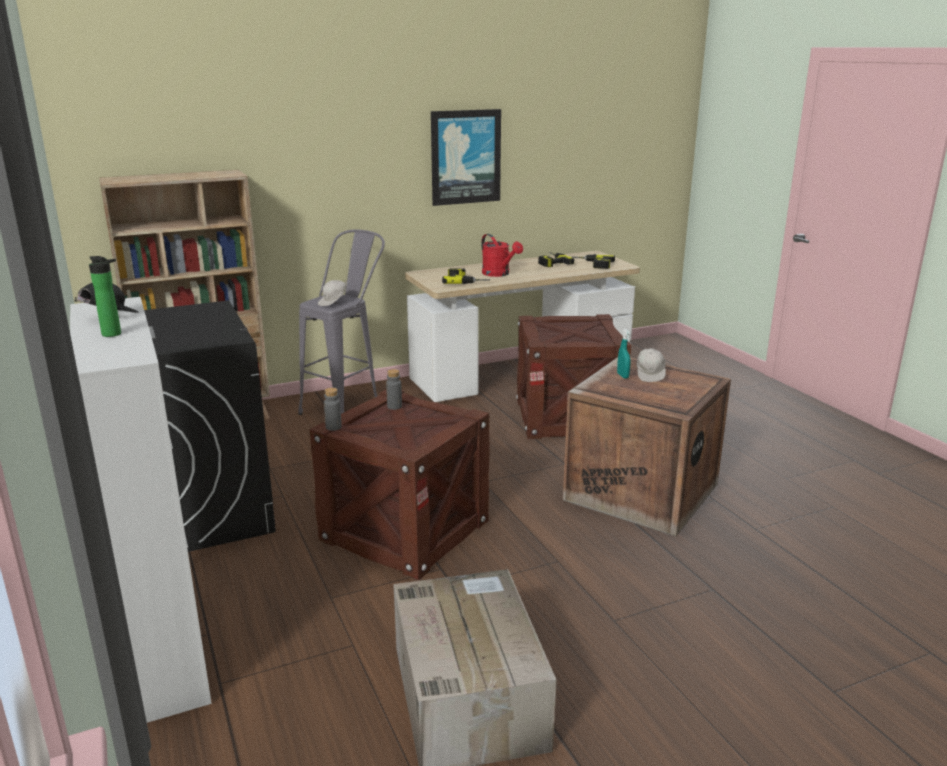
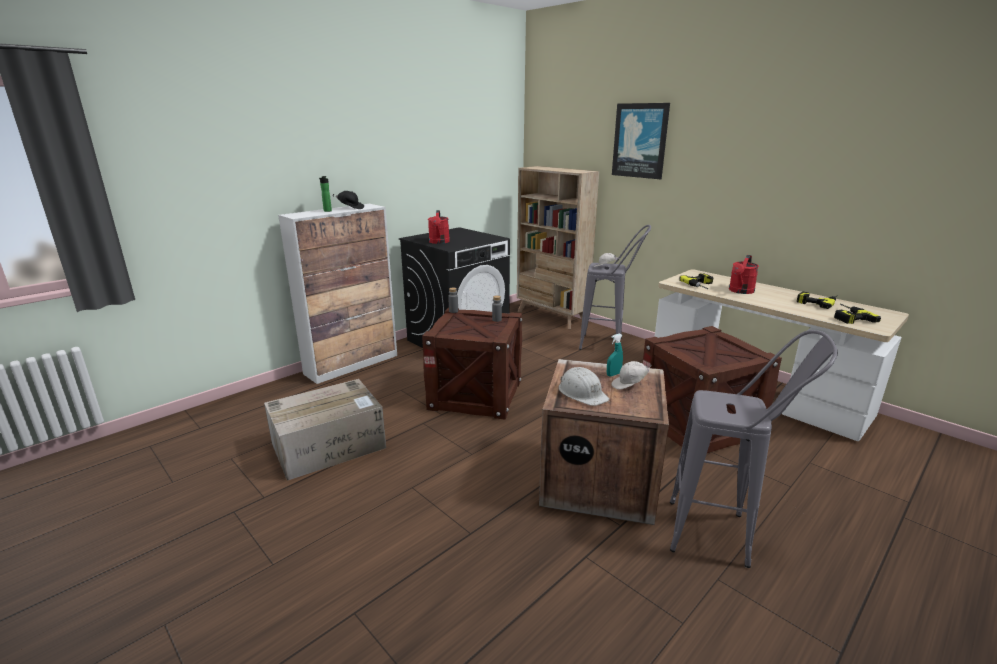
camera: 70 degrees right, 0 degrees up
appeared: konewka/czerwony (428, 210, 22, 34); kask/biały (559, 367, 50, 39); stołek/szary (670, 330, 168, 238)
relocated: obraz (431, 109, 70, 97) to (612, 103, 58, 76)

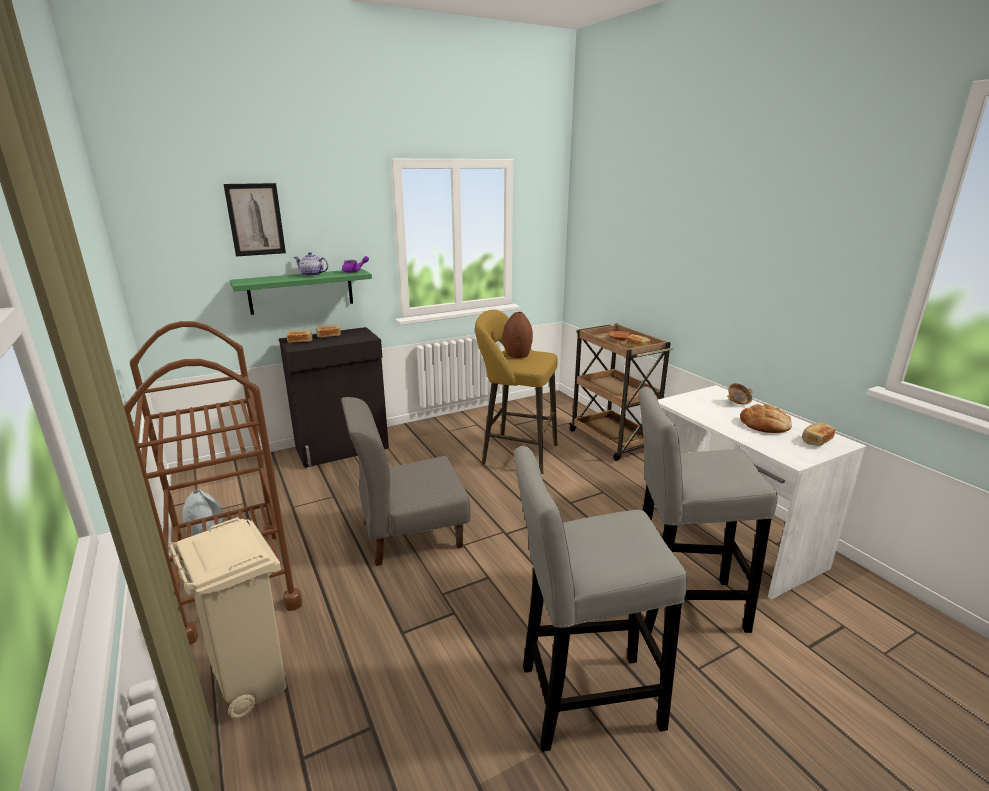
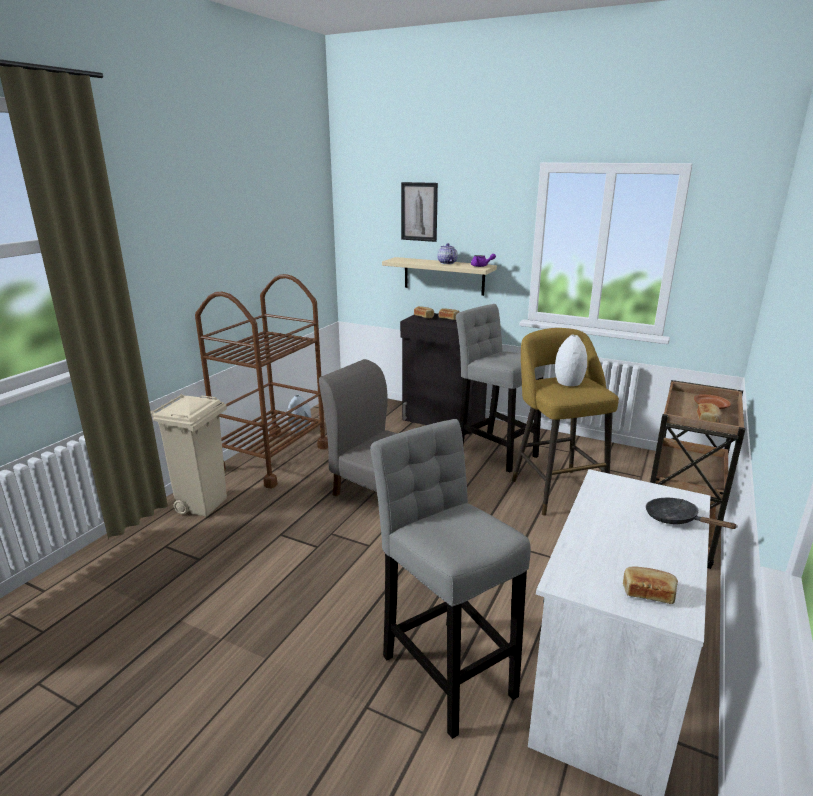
camera: 55 degrees right, 0 degrees up
missing: chleb (740, 404, 52, 29)
relocated: stołek/szary (514, 446, 173, 306) to (456, 304, 89, 169)
exchanged: miska (727, 383, 26, 22) to patelnia/czarny (646, 498, 91, 31)
colour: półka/zielony (230, 269, 142, 46) to półka/beżowy (382, 257, 115, 39); wazon/brązowy (503, 312, 30, 46) to wazon/biały (555, 335, 32, 51)

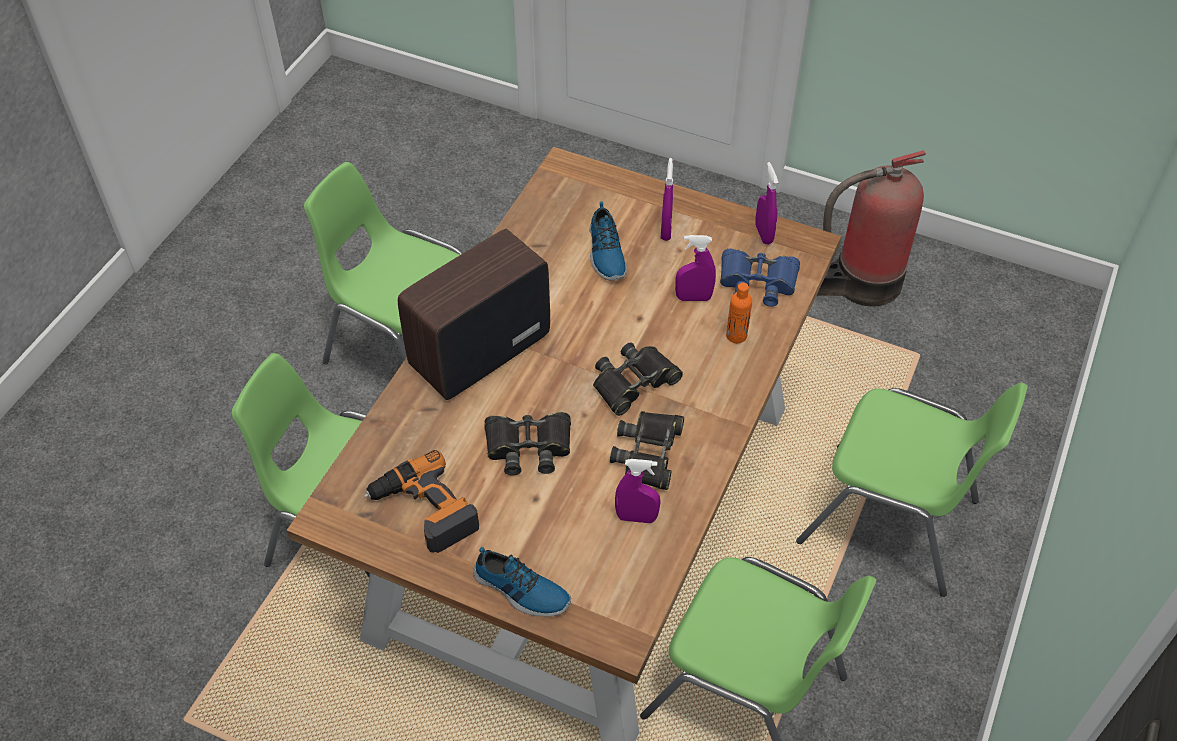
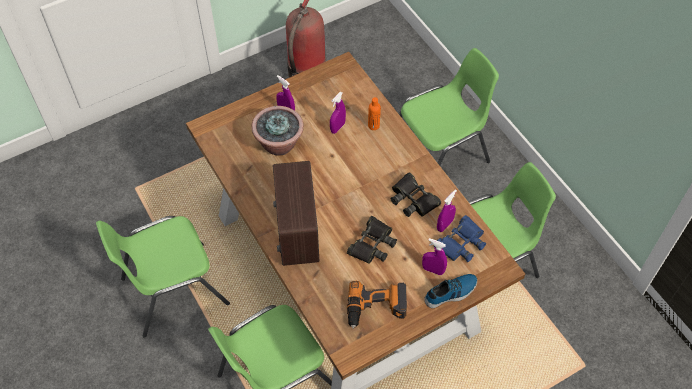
camera: 55 degrees left, 5 degrees up
missing: lornetka/czarny (593, 342, 90, 74)
relocated: lornetka/niebieski (720, 249, 80, 58) to (434, 215, 52, 47); spryskiwacz/fioletowy (755, 162, 24, 83) to (422, 238, 25, 37)
exchanged: but (589, 201, 38, 79) to roślina doniczkowa (251, 106, 53, 49)

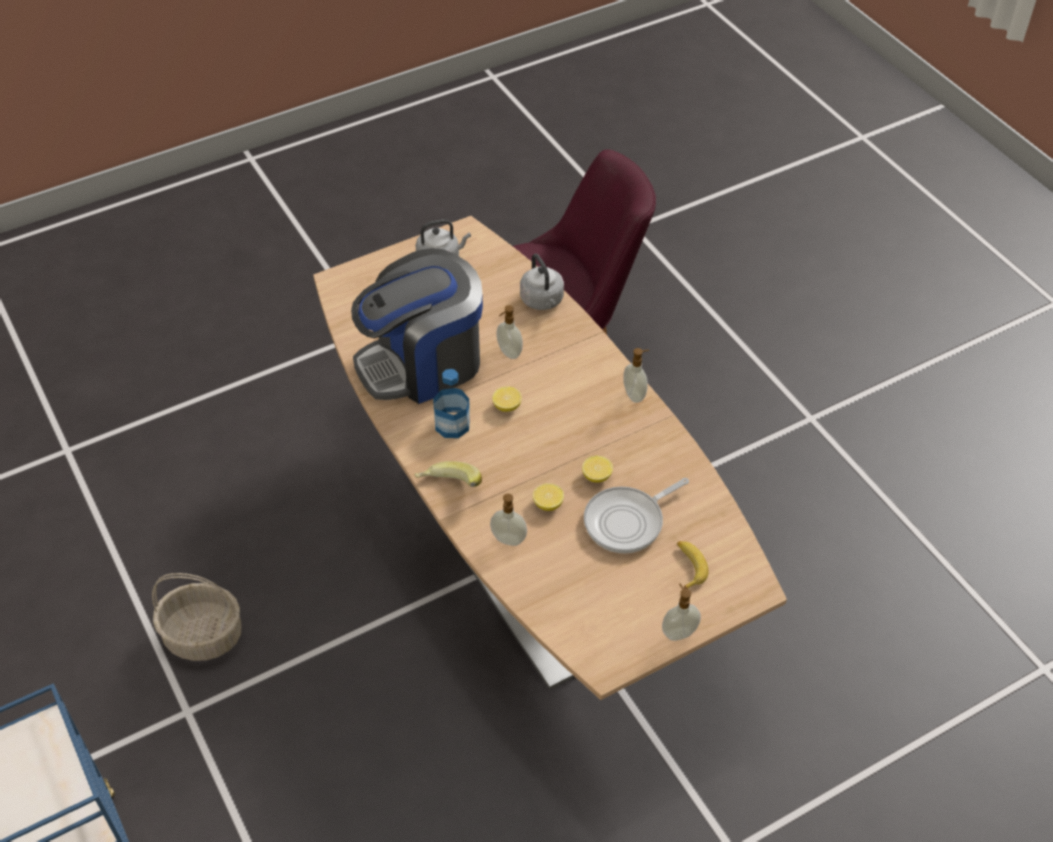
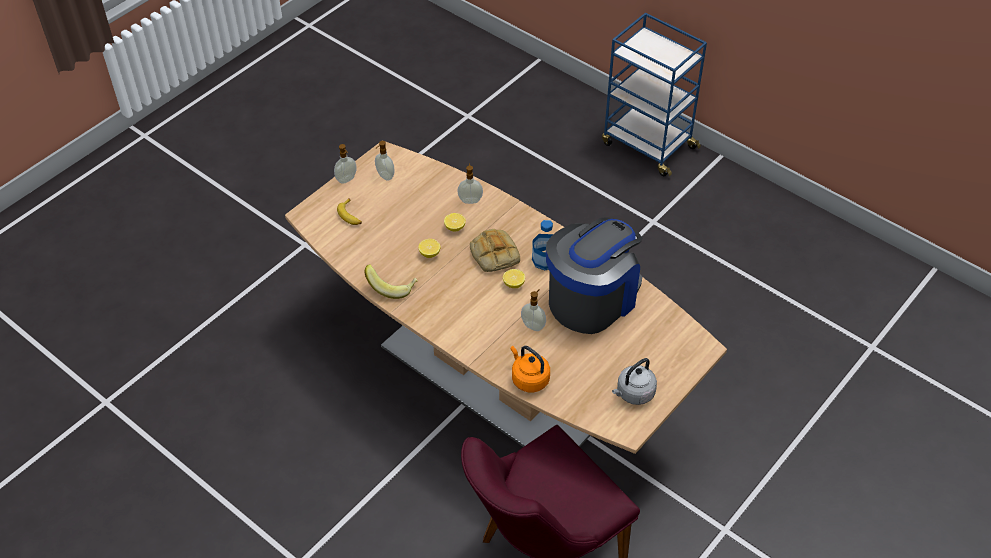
camera: 160 degrees right, 0 degrees up
missing: koszyk (152, 573, 90, 88); patelnia (584, 478, 105, 76)
appeared: chleb (470, 229, 50, 43)
relocated: banan (415, 461, 67, 26) to (365, 264, 53, 35); dozownik mydła (623, 348, 27, 55) to (375, 141, 19, 39)
colour: czajnik/szary (520, 254, 44, 56) to czajnik/pomarańczowy (510, 345, 40, 47)

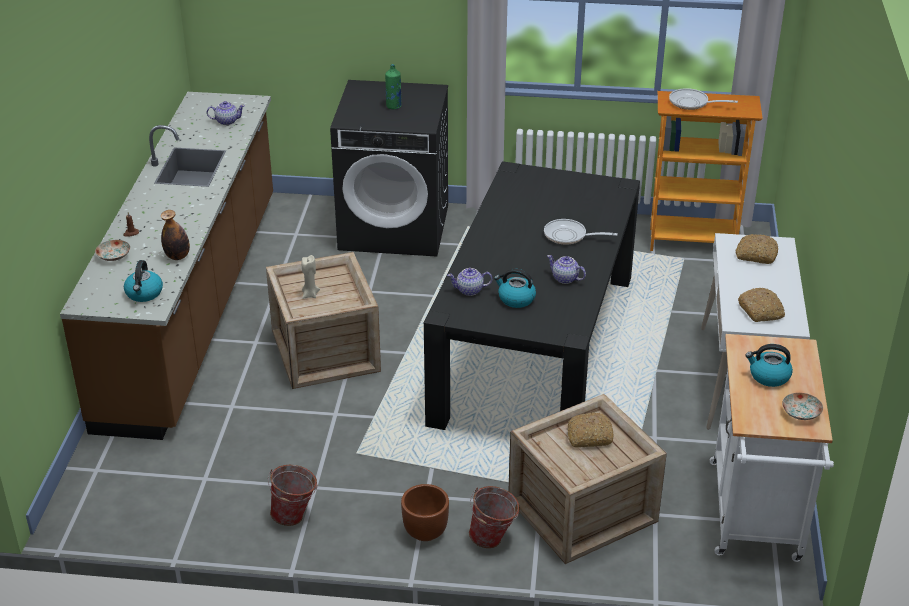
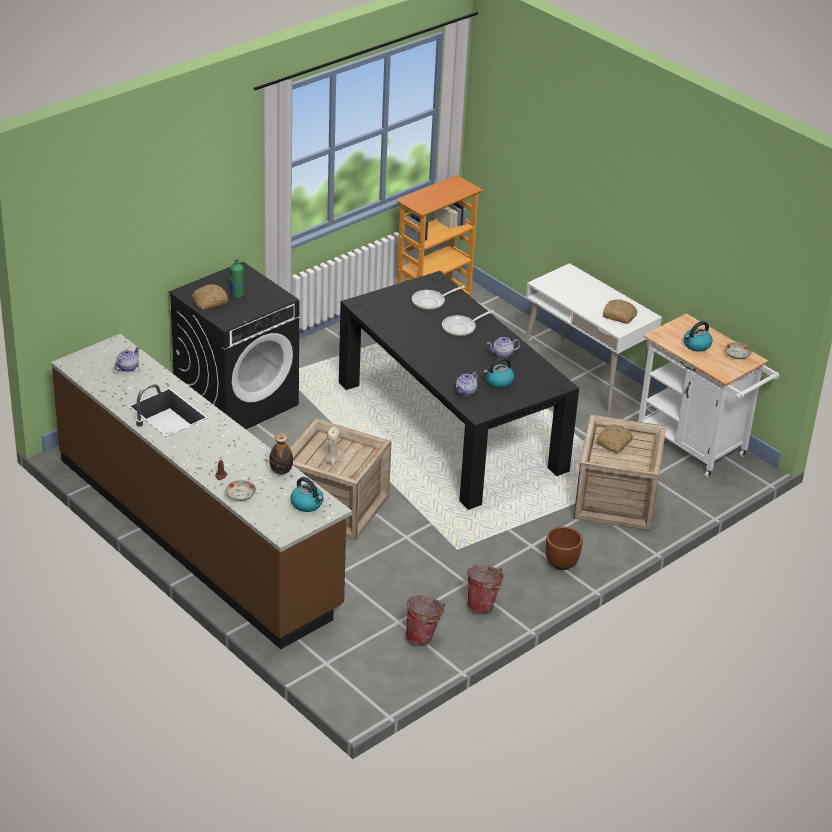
camera: 50 degrees left, 0 degrees up
relocated: wiadro (469, 486, 51, 62) to (405, 595, 41, 50); patelnia (669, 88, 69, 22) to (412, 286, 53, 24); chleb (735, 234, 43, 30) to (192, 284, 36, 26)

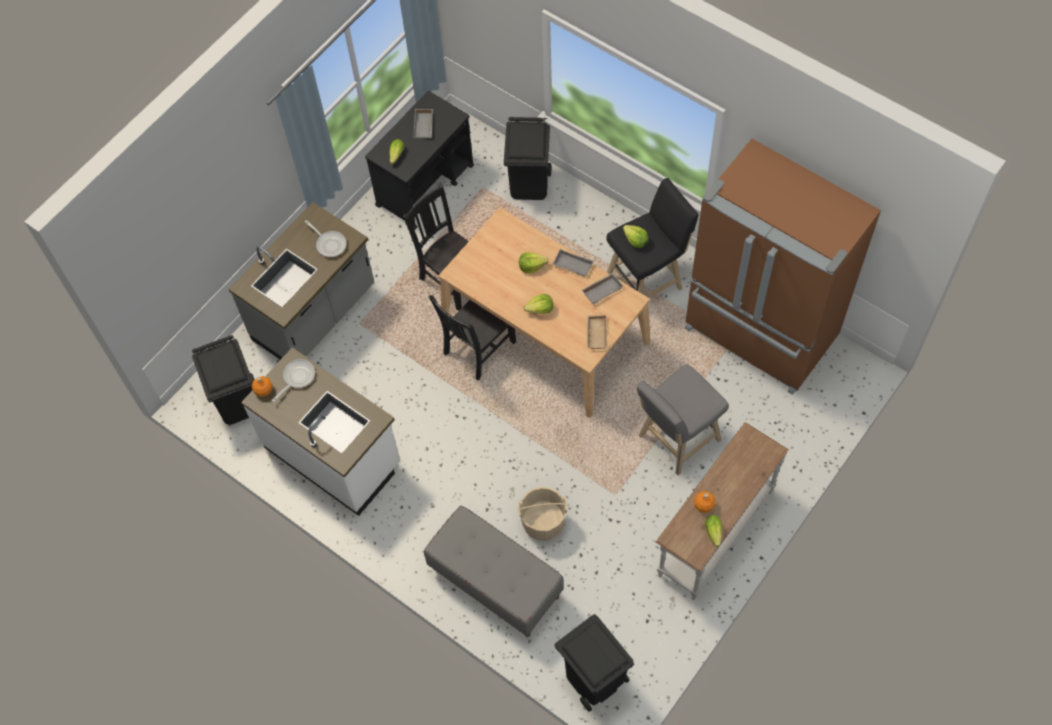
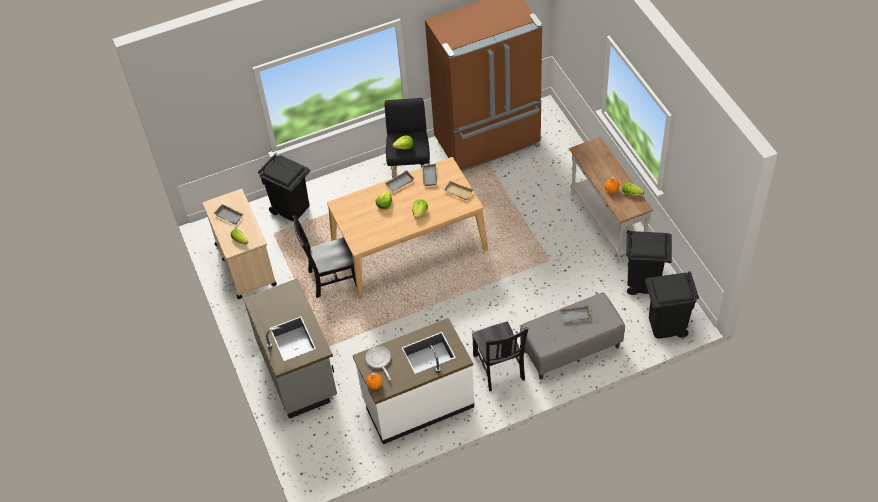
camera: 60 degrees left, 10 degrees down
missing: patelnia (305, 220, 42, 37); wiadro/beżowy (518, 487, 49, 54); stołek/szary (637, 364, 92, 112)
appeared: taca/szary (560, 305, 31, 17)
relocated: kosz na śmieci/czarny (192, 335, 63, 90) to (626, 230, 46, 65); krzesło/czarny (428, 295, 88, 85) to (472, 321, 57, 70)
colour: wózek/czarny (365, 91, 109, 139) to wózek/beżowy (203, 189, 74, 110)

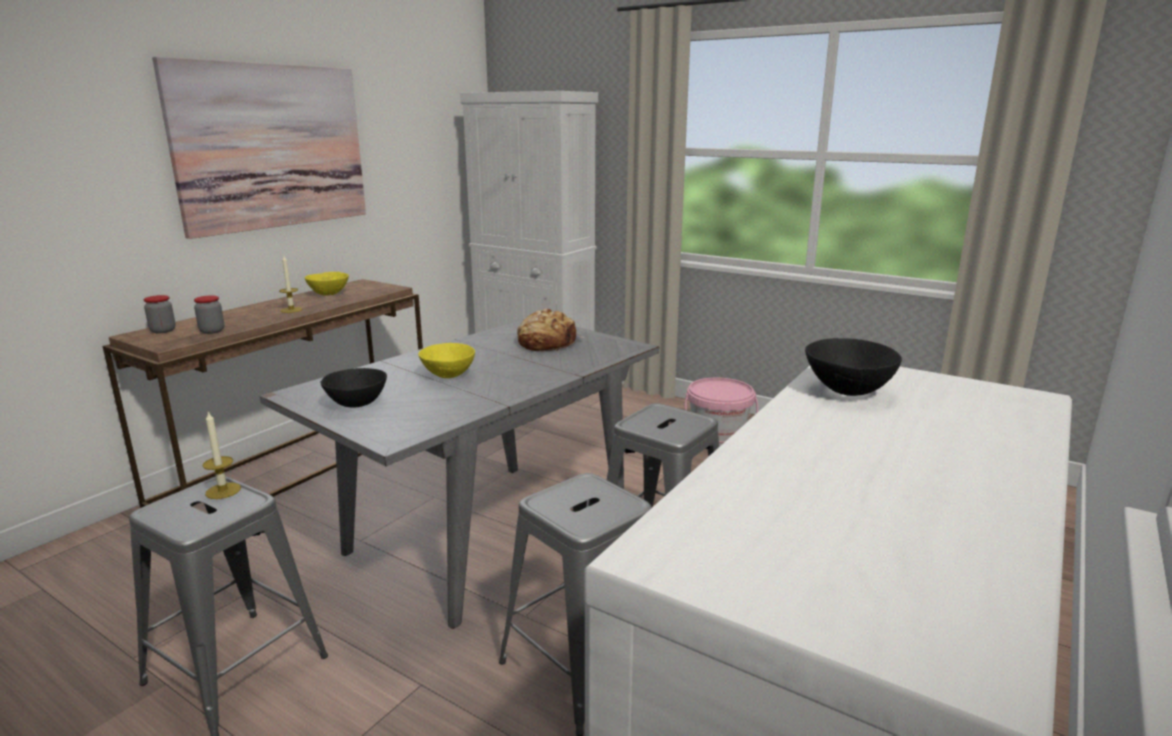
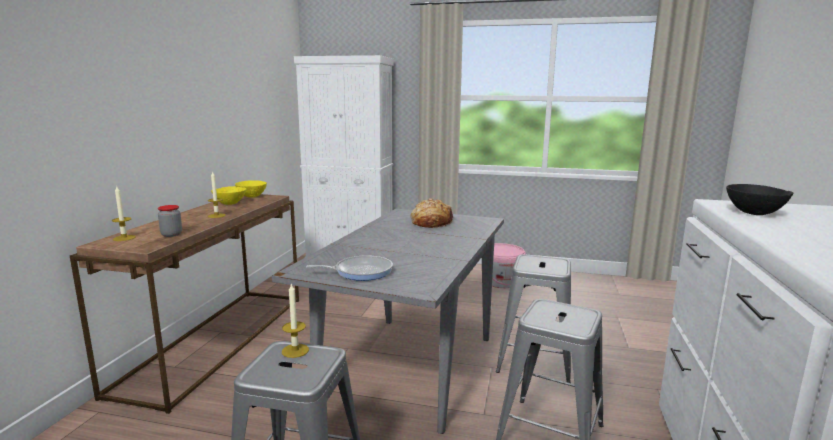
camera: 20 degrees left, 5 degrees down
missing: obraz (152, 56, 214, 183)
relocated: miska/żółty (418, 343, 57, 35) to (235, 180, 32, 18)
exchanged: słoik (144, 295, 32, 38) to świeca (112, 185, 24, 56); miska/czarny (321, 368, 66, 40) to patelnia (306, 255, 87, 26)

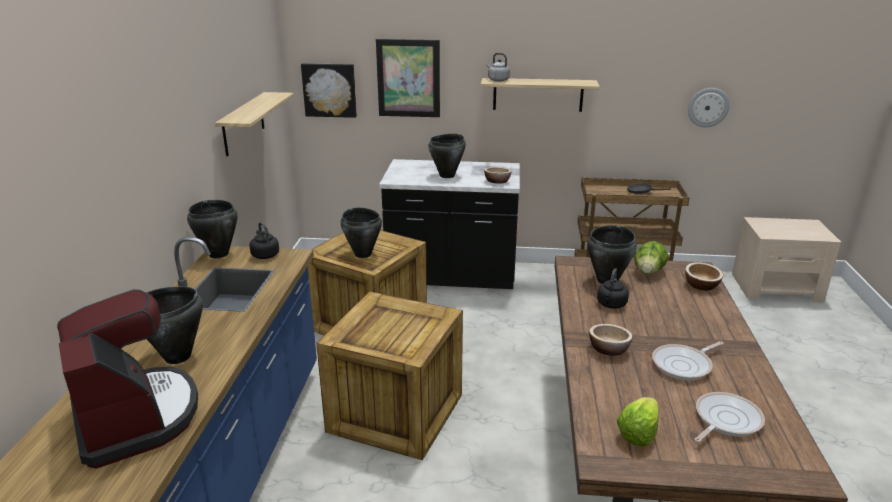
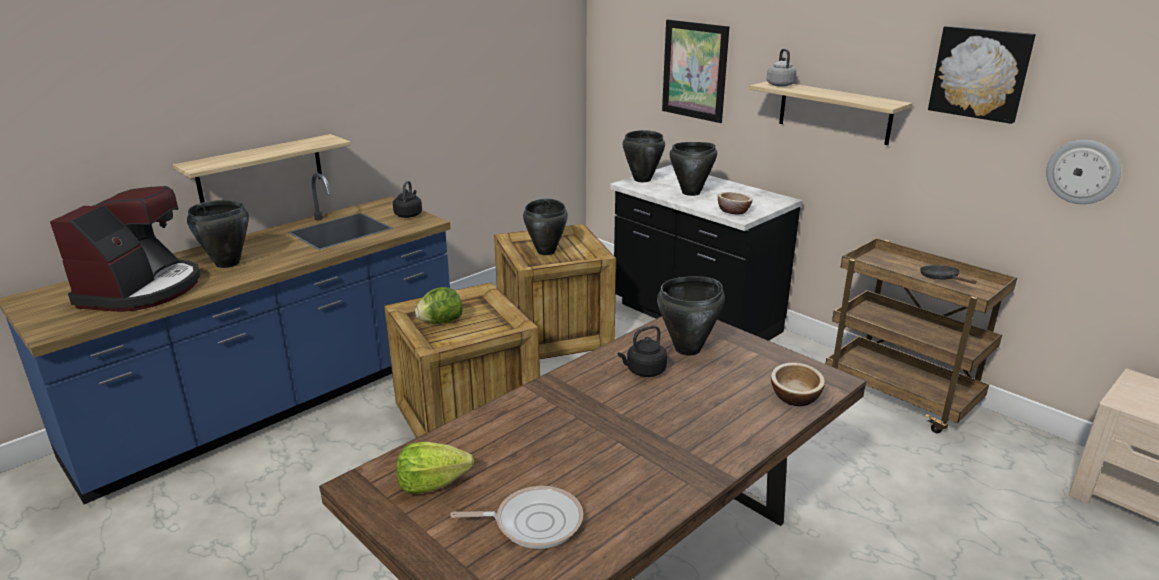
camera: 40 degrees right, 0 degrees up
missing: miska (589, 324, 44, 32); patelnia (652, 341, 72, 40)
relocated: garnek/czarny (187, 200, 51, 58) to (623, 130, 42, 52); półka (215, 92, 79, 65) to (173, 134, 178, 69); obraz (301, 63, 56, 55) to (928, 26, 108, 98); sałata (634, 241, 34, 34) to (415, 287, 48, 37)

